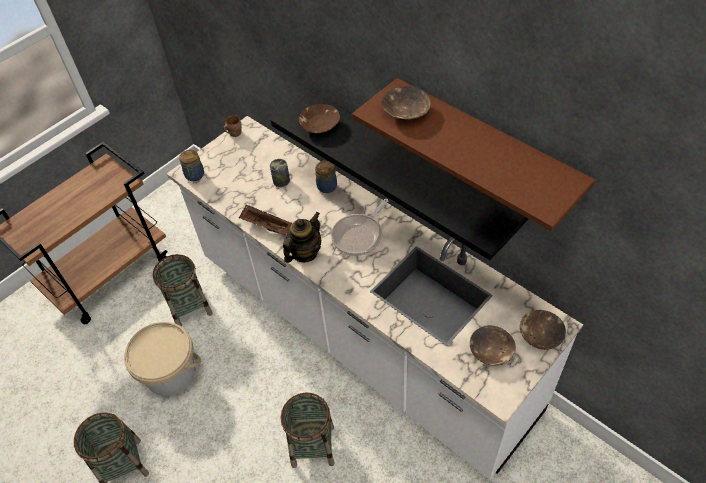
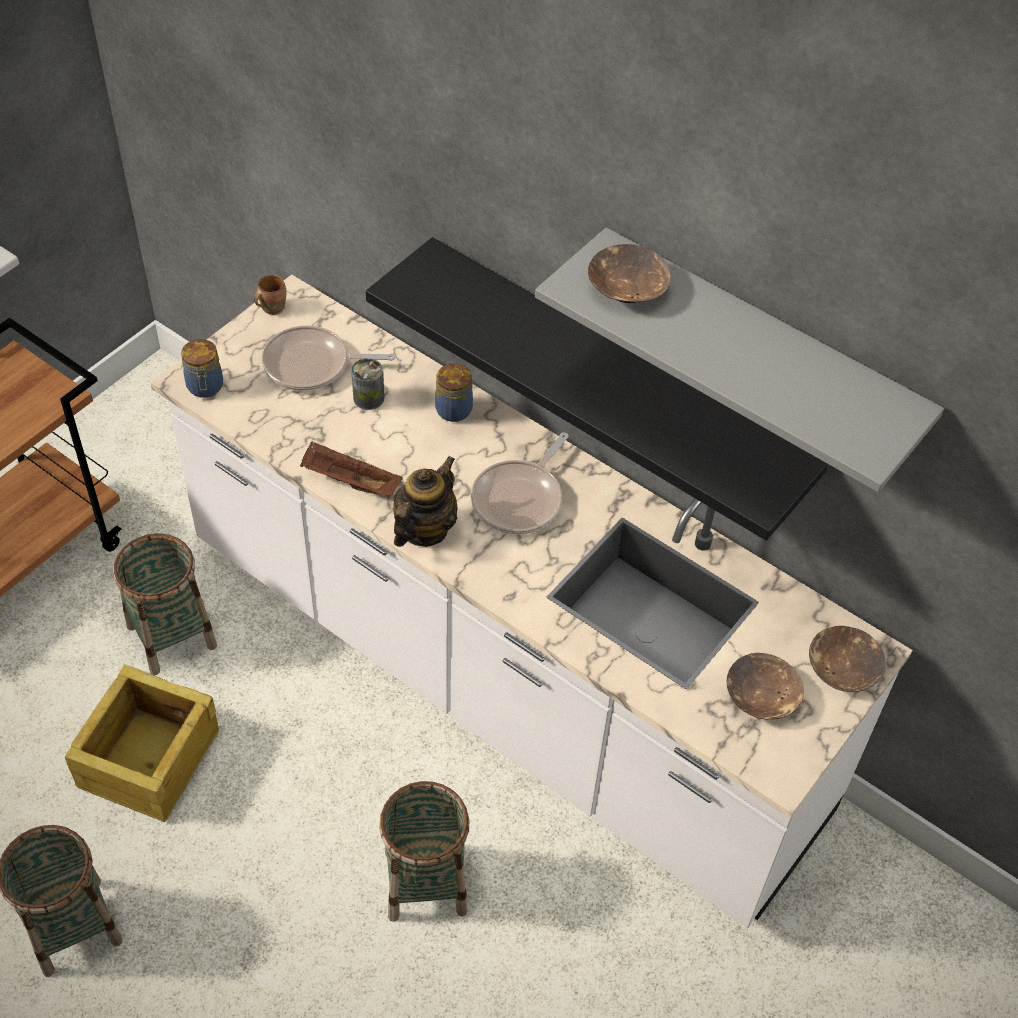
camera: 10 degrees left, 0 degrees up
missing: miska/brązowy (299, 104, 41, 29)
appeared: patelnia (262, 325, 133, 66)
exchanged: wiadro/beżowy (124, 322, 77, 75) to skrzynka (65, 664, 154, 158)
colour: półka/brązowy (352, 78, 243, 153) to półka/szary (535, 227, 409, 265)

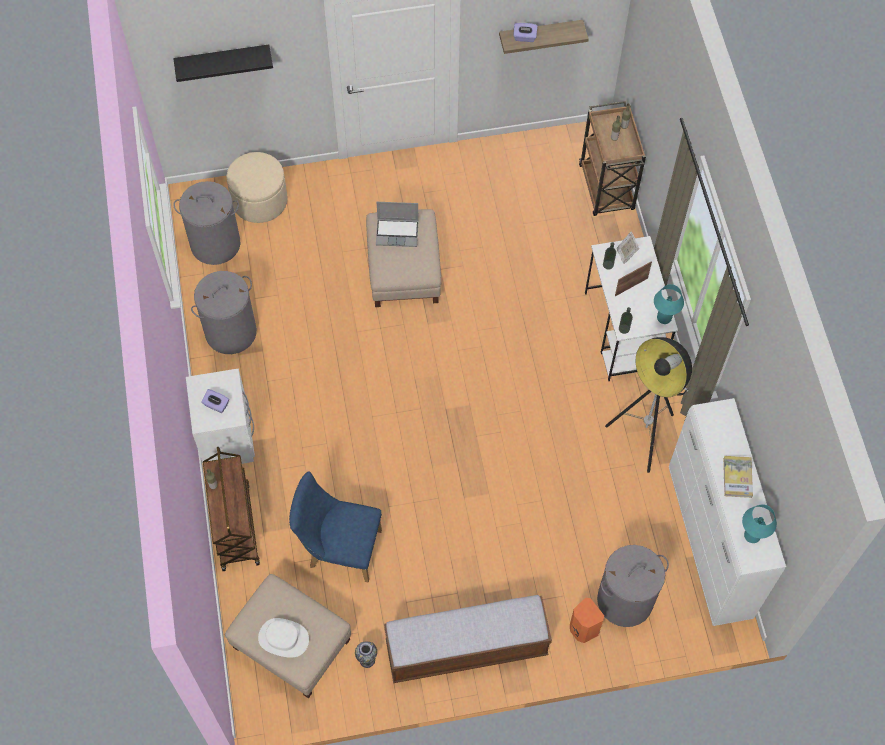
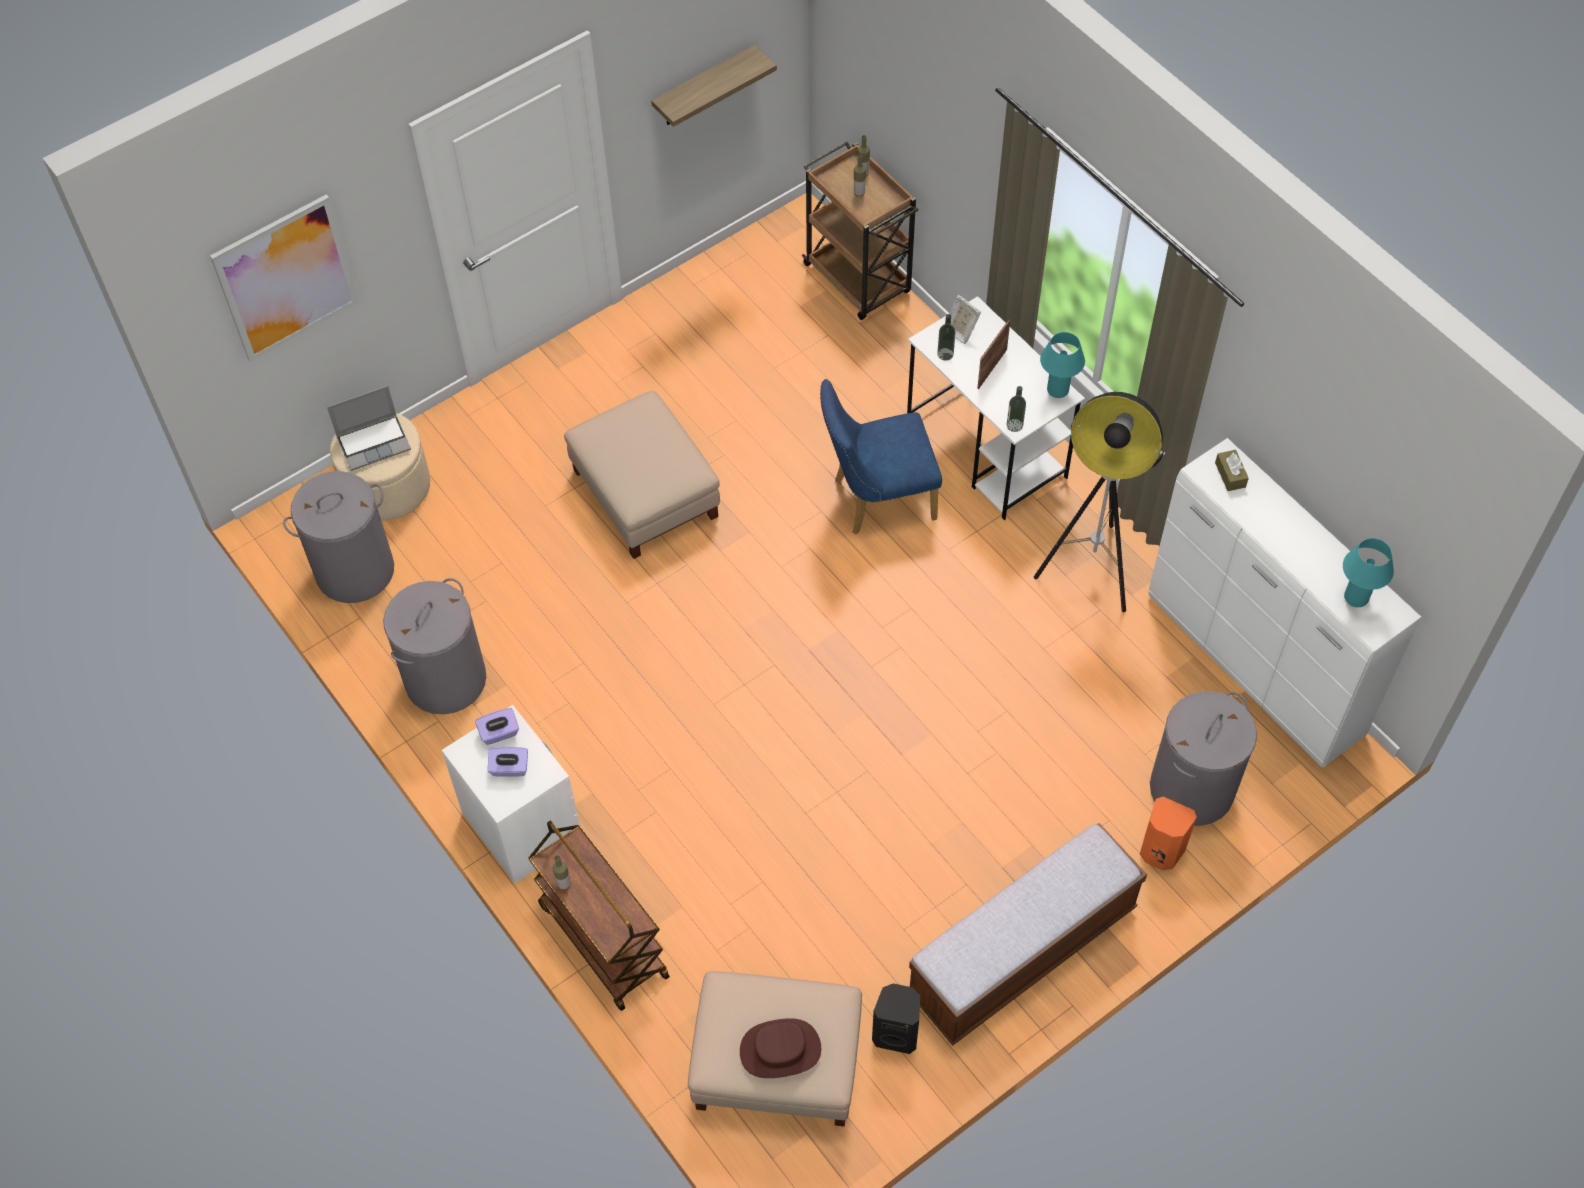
camera: 25 degrees left, 5 degrees down
missing: książka (723, 456, 30, 42)
appeared: pudełko chusteczek/brązowy (1215, 450, 34, 41)
relocated: krzesło/niebieski (289, 471, 93, 112) to (820, 379, 122, 156); laptop (376, 202, 43, 45) to (327, 386, 84, 85); pudełko chusteczek/fioletowy (513, 23, 25, 19) to (475, 708, 44, 37)
exchanged: półka/czarny (173, 44, 100, 38) to obraz (210, 195, 149, 167); wazon (355, 641, 22, 27) to głośnik/czarny (872, 983, 48, 71)
colour: kapelusz/biały (258, 618, 51, 40) to kapelusz/brązowy (740, 1018, 81, 60)

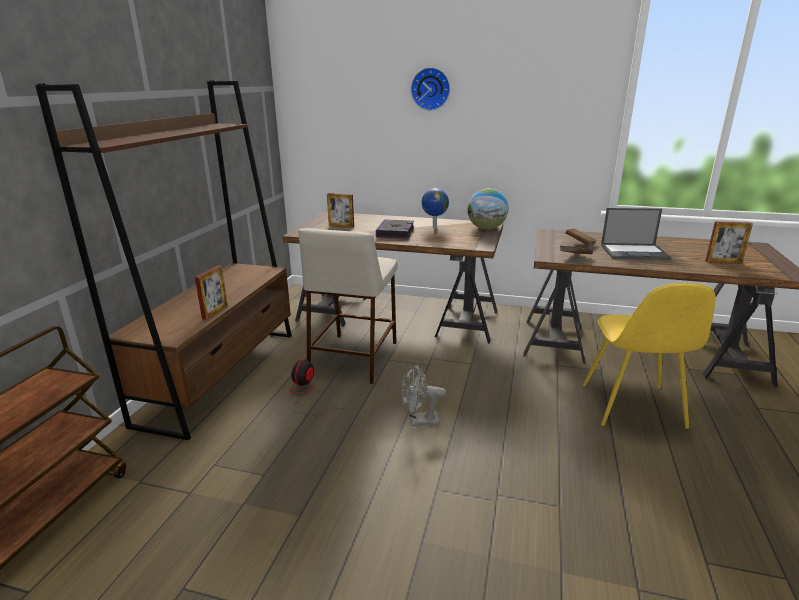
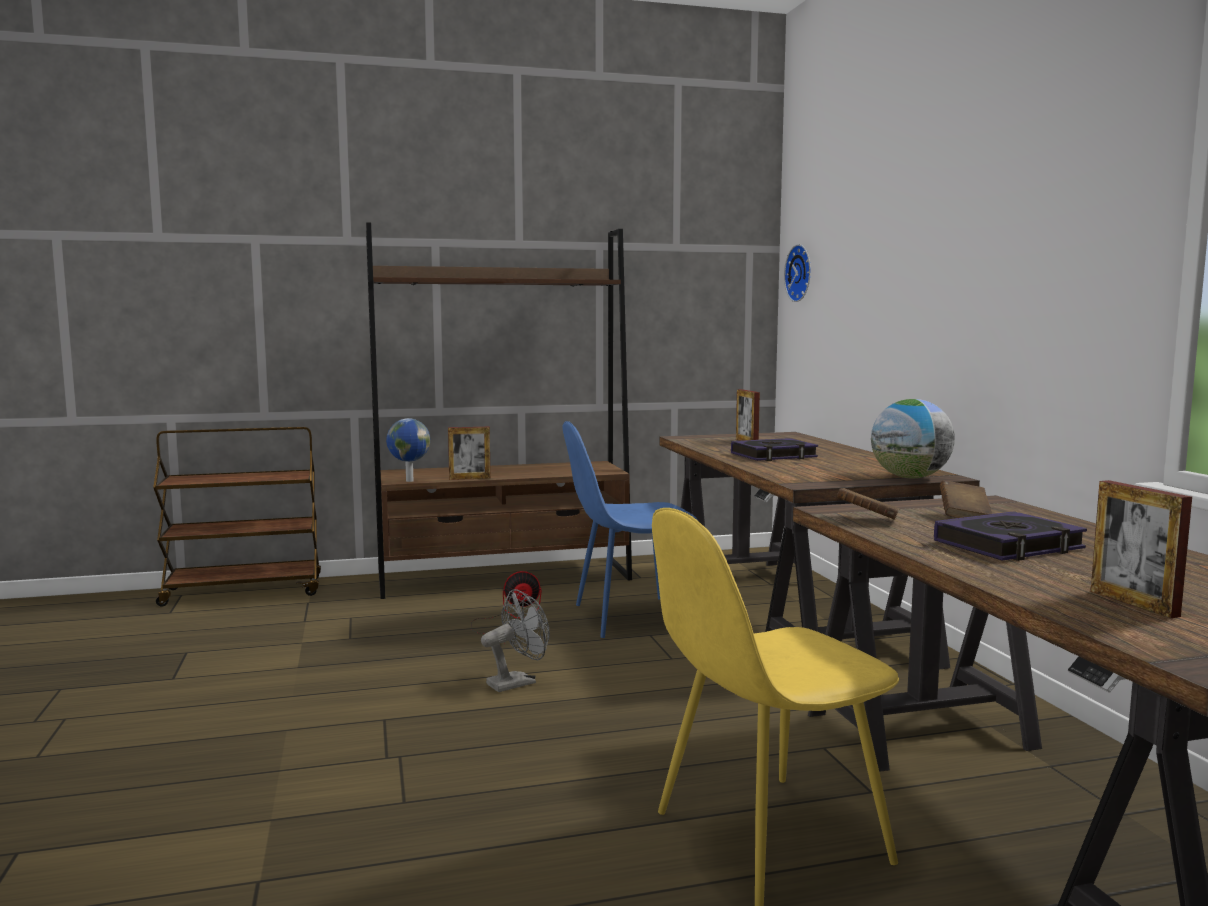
camera: 60 degrees right, 15 degrees down
relocated: zegar ścienny (411, 67, 39, 44) to (784, 244, 27, 58); globus (422, 188, 27, 41) to (386, 418, 44, 64)
exchanged: stołek/beżowy (298, 228, 99, 156) to krzesło/niebieski (562, 421, 136, 217); laptop (601, 208, 70, 52) to książka (934, 511, 153, 50)
spun: wentylator/szary (401, 365, 45, 62) = (481, 589, 69, 103) 90 degrees clockwise

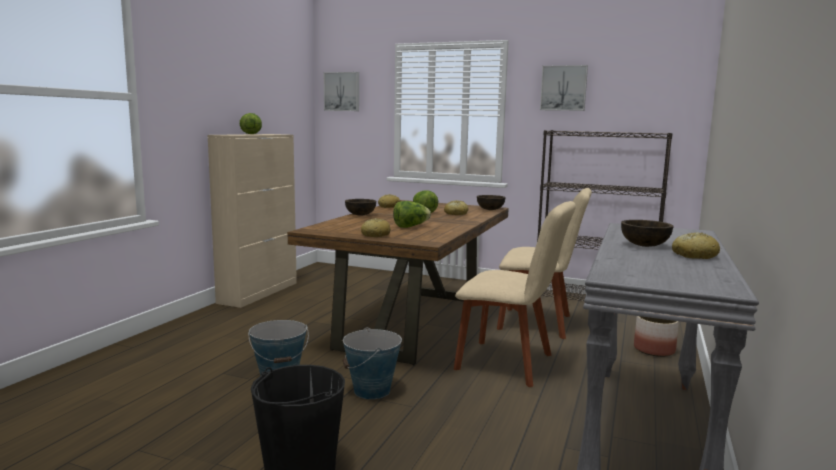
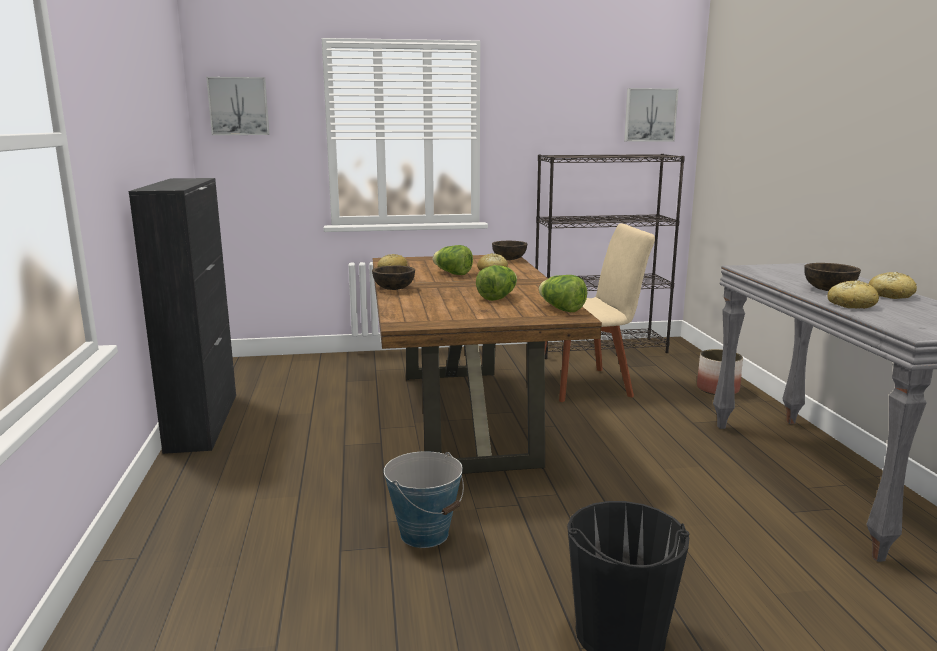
camera: 30 degrees left, 5 degrees up
missing: wiadro (343, 327, 59, 72); krzesło/beżowy (454, 201, 122, 186)
relocated: sałata (240, 113, 22, 21) to (539, 275, 48, 37); chleb (361, 218, 30, 19) to (827, 280, 52, 29); obraz (540, 65, 48, 46) to (624, 88, 55, 54)
colour: szafka/beżowy (207, 134, 90, 174) to szafka/czarny (129, 178, 107, 276)

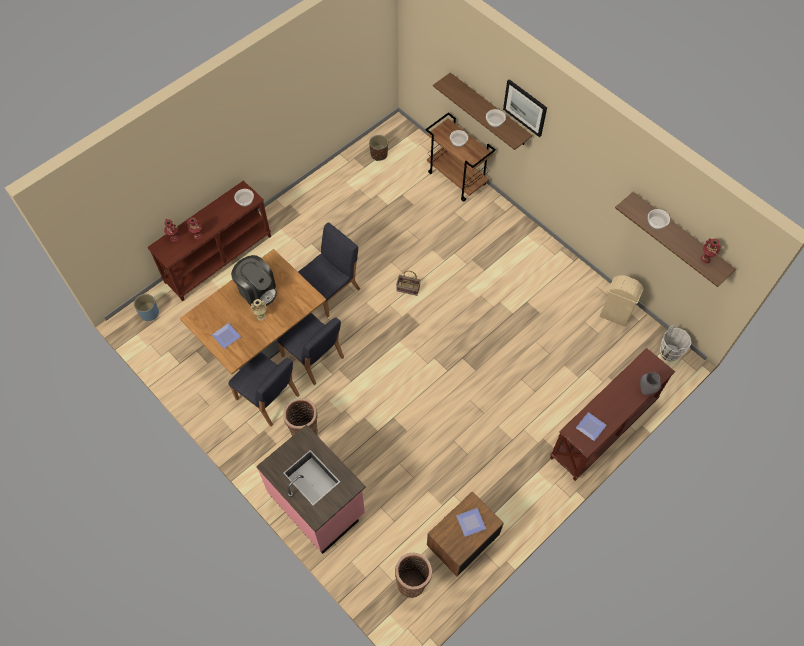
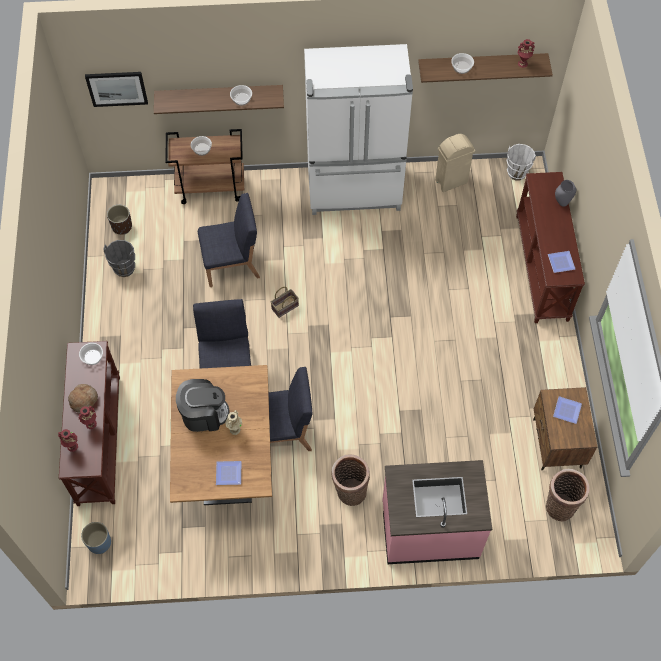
camera: 50 degrees left, 0 degrees up
appeared: chleb (68, 384, 30, 29); wiadro/szary (104, 240, 31, 37); lodówka/biały (304, 44, 109, 171)
relocated: krzesło/niebieski (228, 352, 72, 75) to (198, 193, 62, 94); obraz (503, 79, 44, 58) to (85, 72, 63, 35)

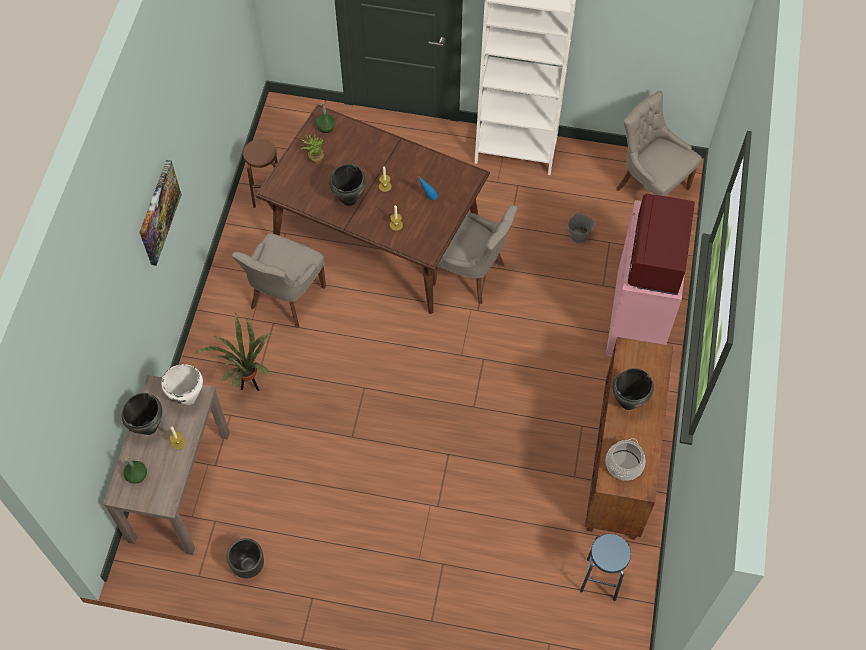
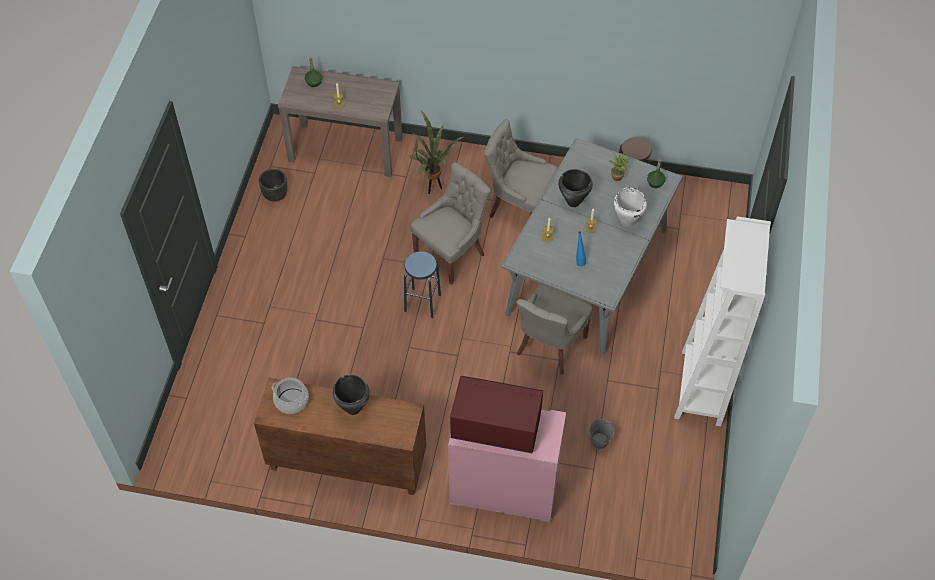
camera: 90 degrees right, 5 degrees down
missing: garnek/czarny (122, 393, 40, 42); obraz (139, 160, 43, 106)
relocated: garnek/biały (161, 364, 42, 41) to (614, 187, 33, 39); stołek/niebieski (580, 534, 51, 67) to (404, 251, 37, 67); krzesło/szary (616, 91, 86, 105) to (410, 162, 81, 123)
colour: stół jadalny/brązowy (255, 104, 235, 210) to stół jadalny/szary (501, 138, 182, 217)

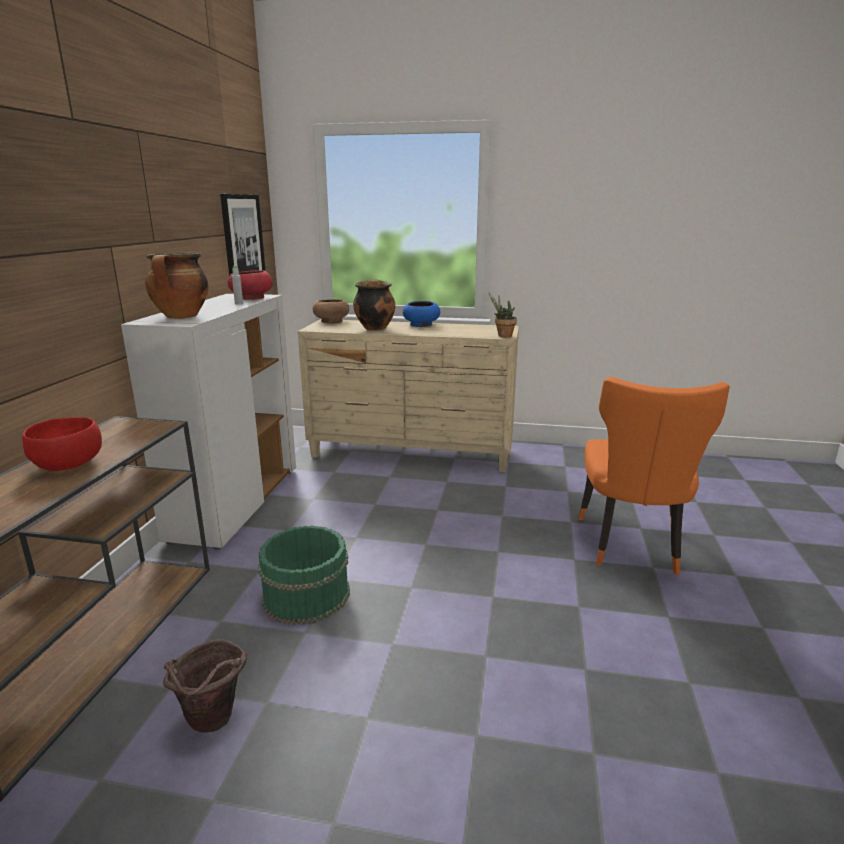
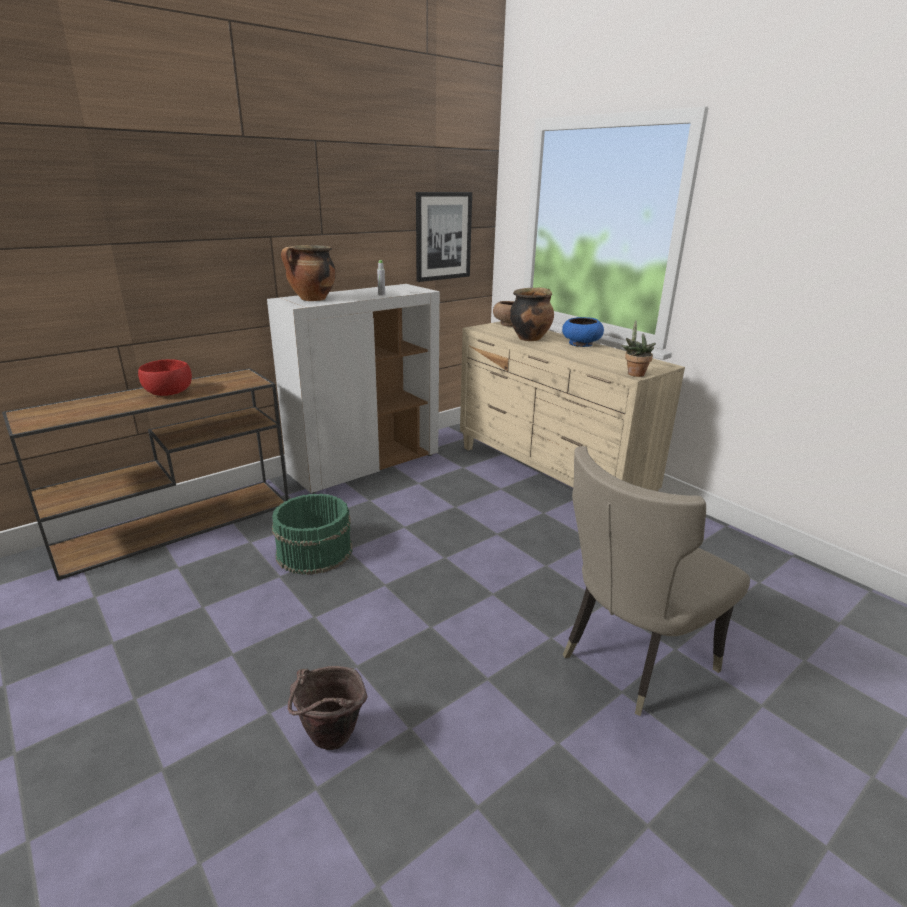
camera: 40 degrees right, 5 degrees up
missing: miska/czerwony (228, 270, 45, 30)
relocated: wiadro/brązowy (163, 639, 84, 94) to (288, 666, 80, 84)
colour: krzesło/pomarańczowy (578, 377, 152, 198) to krzesło/beżowy (563, 446, 187, 270)

